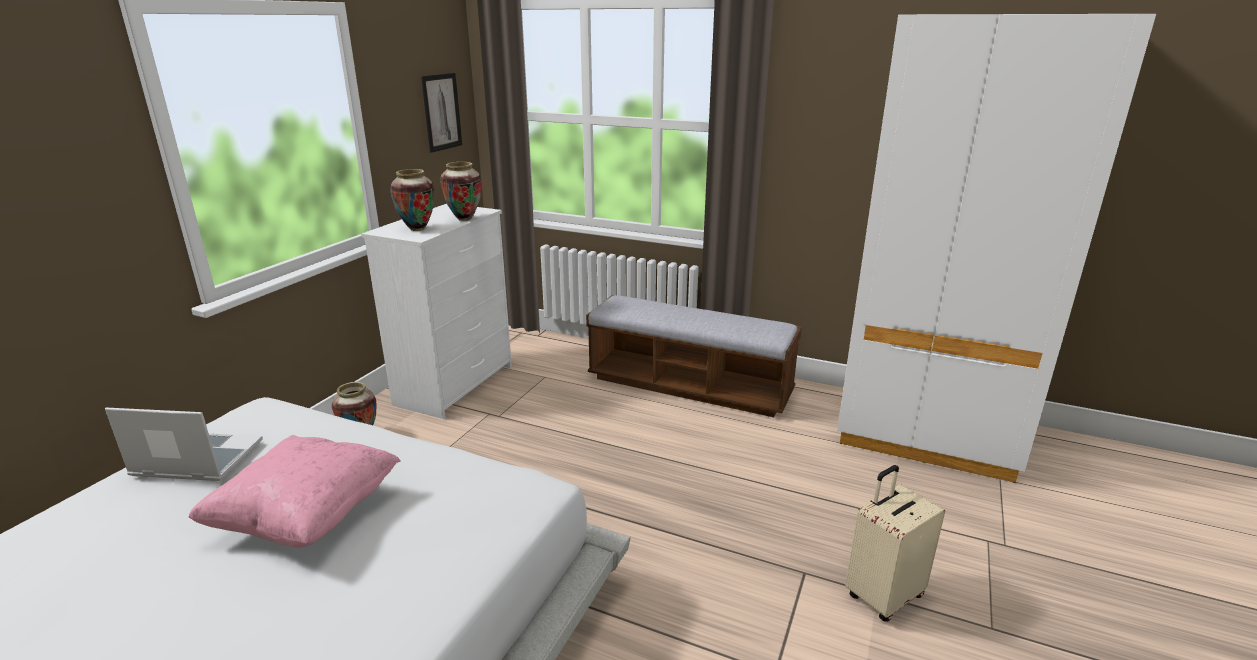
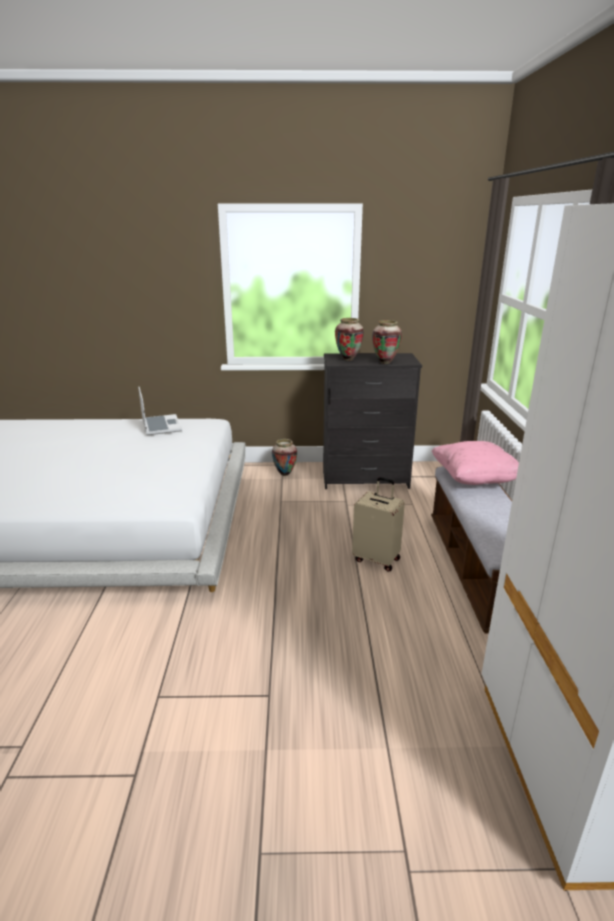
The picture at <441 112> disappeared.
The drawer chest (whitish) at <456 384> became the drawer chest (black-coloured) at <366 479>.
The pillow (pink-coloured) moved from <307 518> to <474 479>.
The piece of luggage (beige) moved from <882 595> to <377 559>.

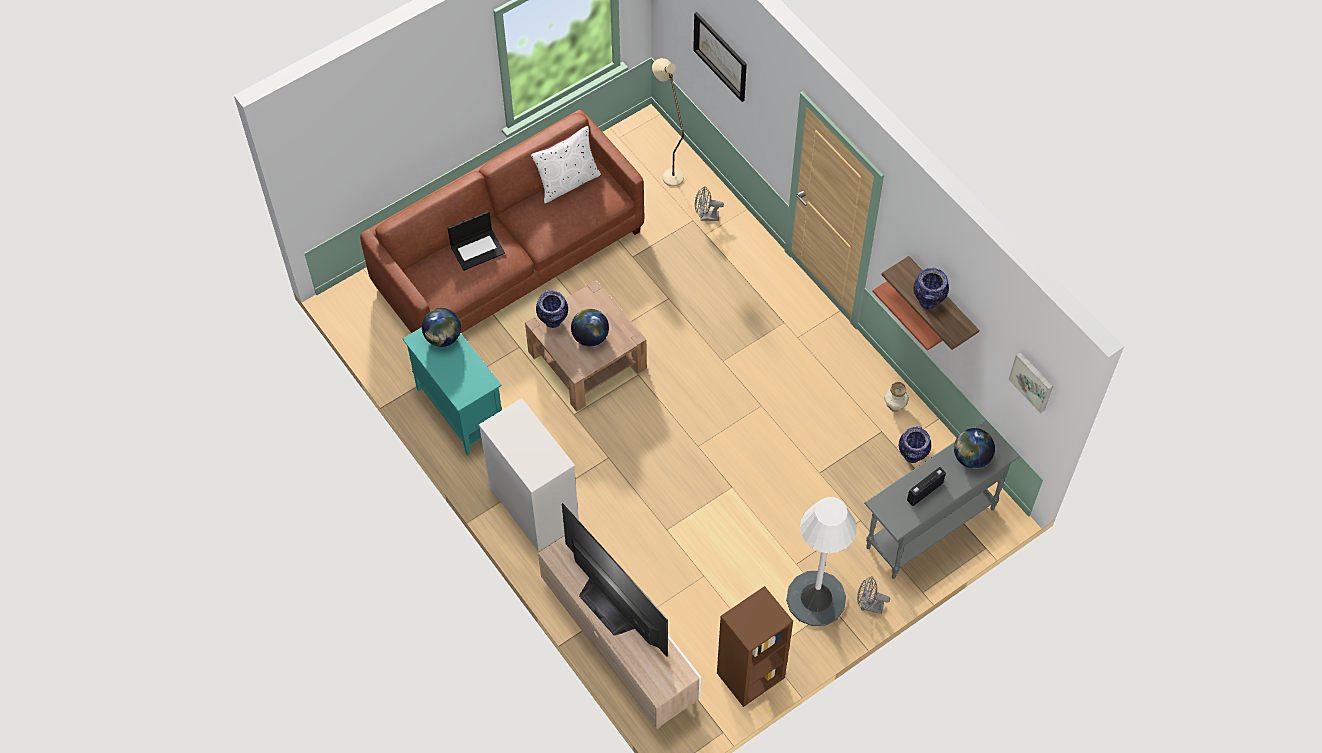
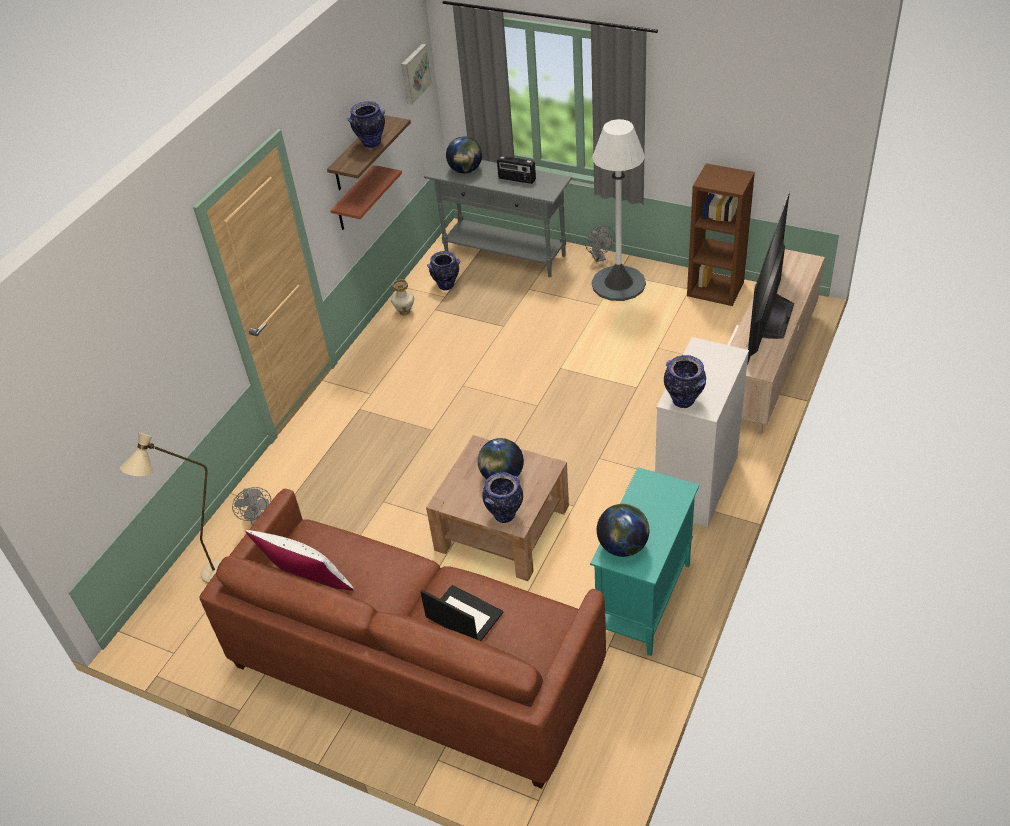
The picture at <720 56> disappeared.
The decorative vase at <684 401> appeared.

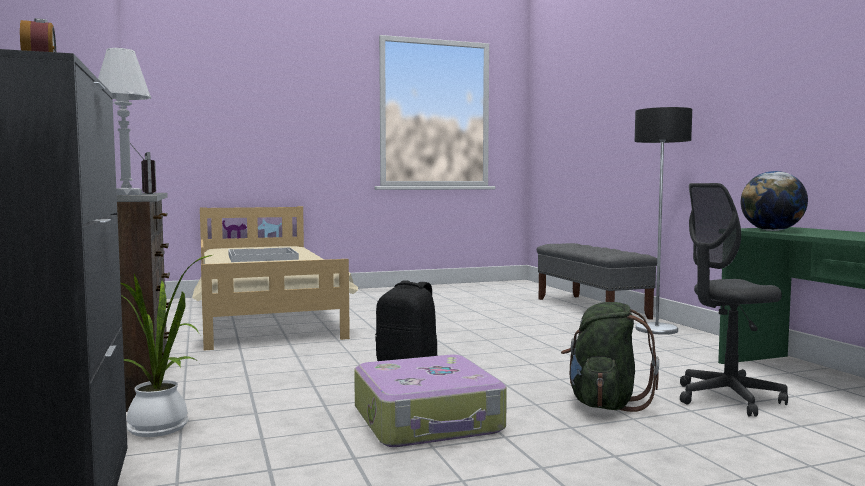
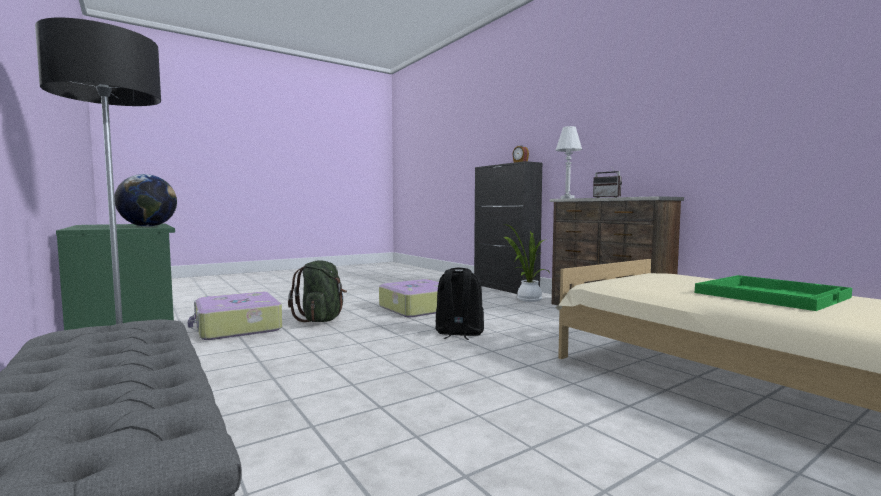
The desk chair (gray) at <727 399> was replaced by the piece of luggage at <237 327>.
The serving tray (whitish) at <262 257> became the serving tray (green-coloured) at <769 295>.

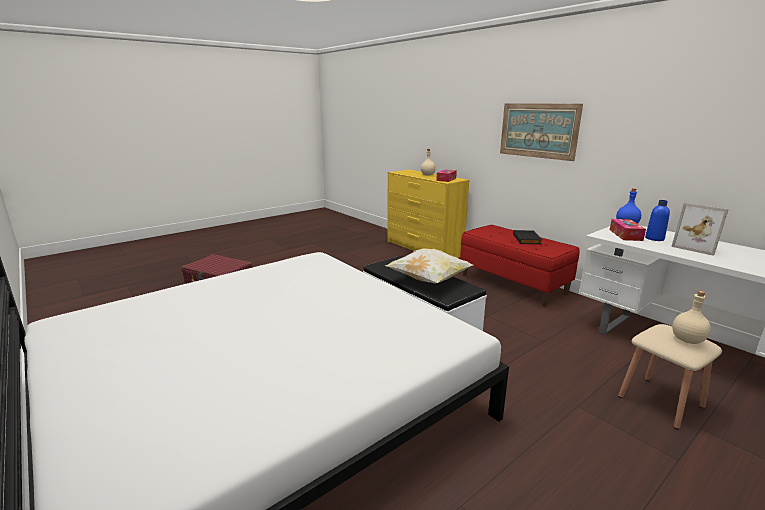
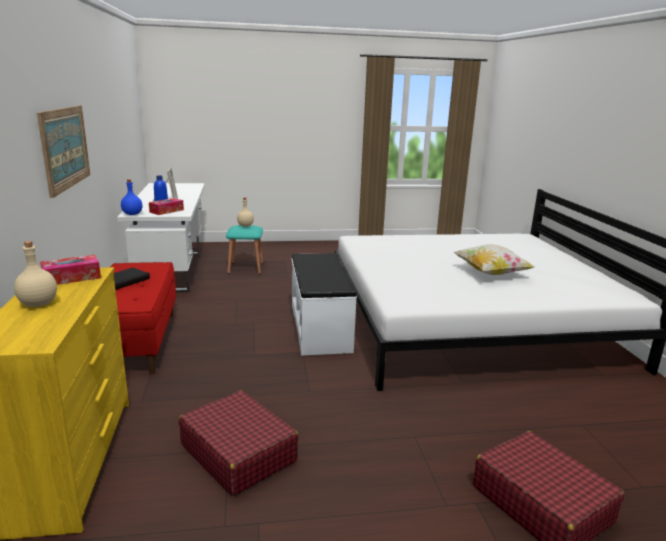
The pillow moved from <428 280> to <490 273>.
The stool seat (beige) at <660 401> became the stool seat (blue-green) at <245 268>.
The piece of luggage (red-coloured) at <238 453> appeared.

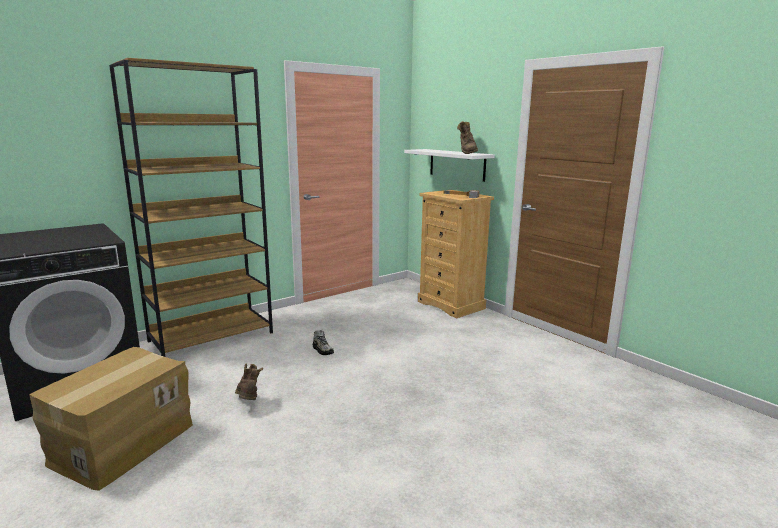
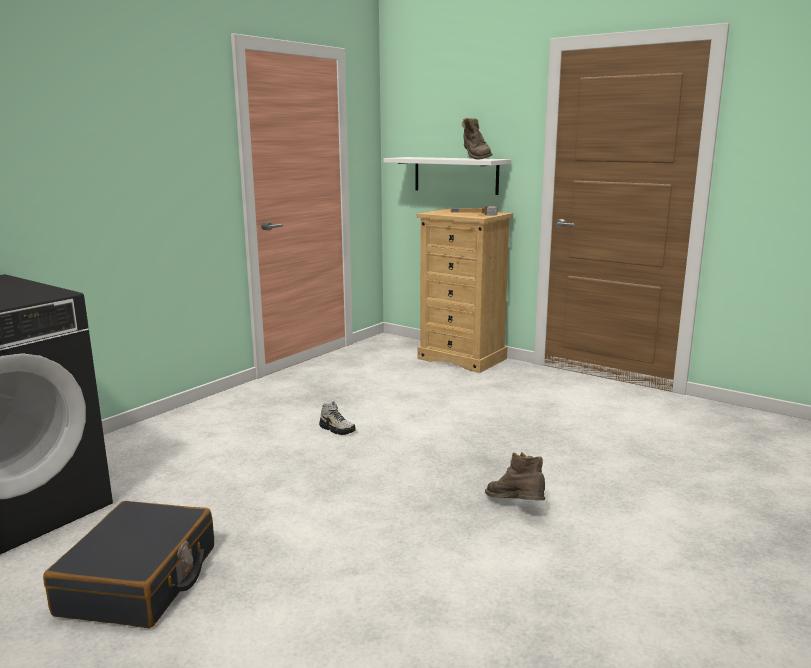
The bookshelf (brown) at <212 336> disappeared.
The packing box at <122 443> was replaced by the piece of luggage (black-coloured) at <140 580>.
The high-top boot (brown) moved from <248 402> to <515 507>.

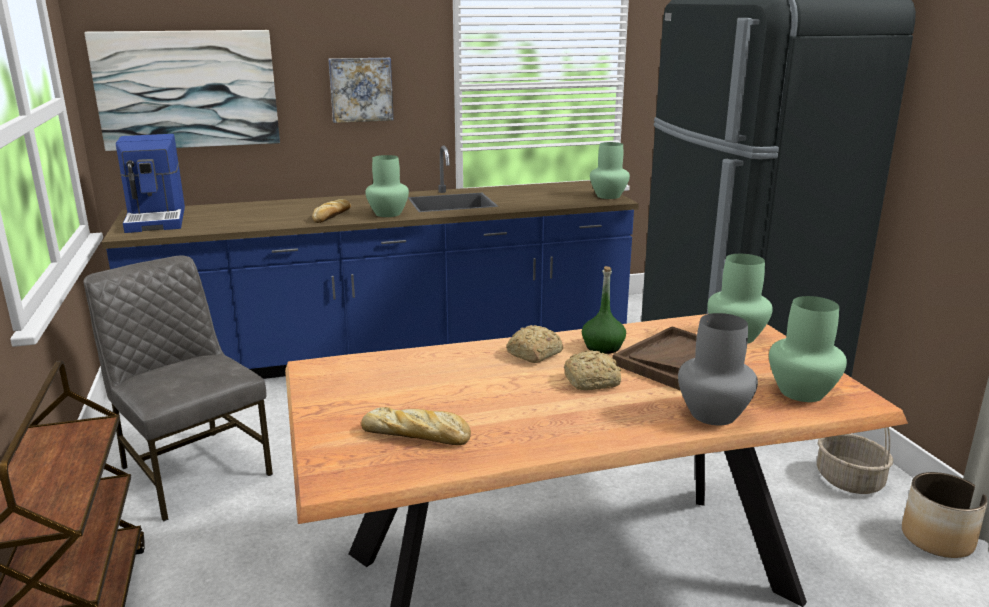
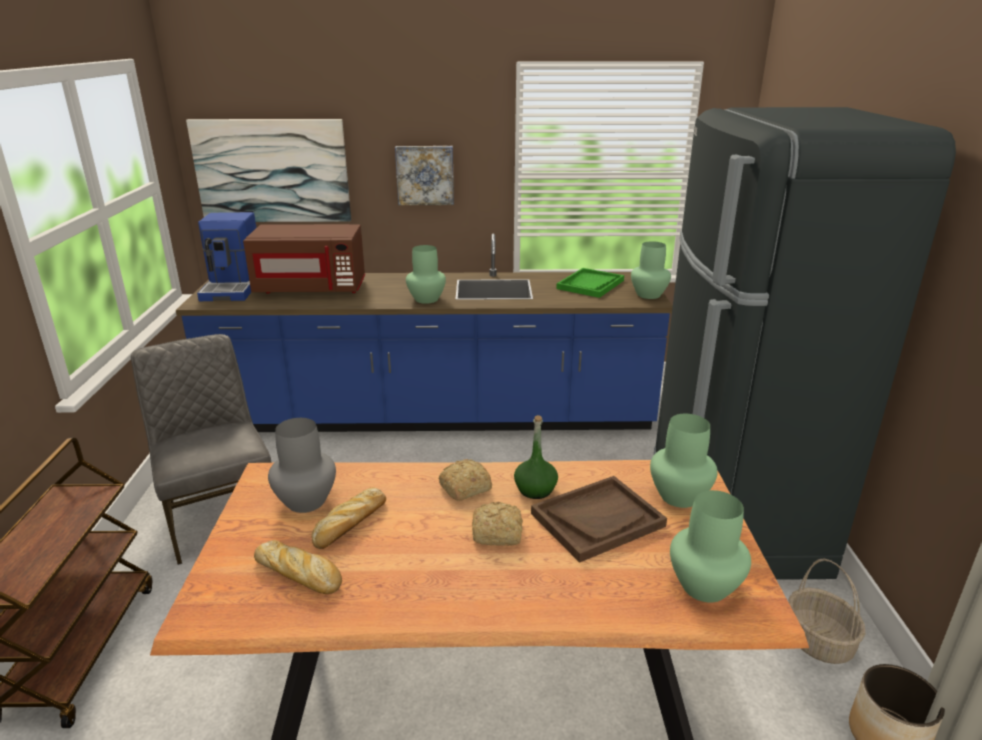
The bread moved from <332 216> to <350 524>.
The decorative vase (gray) moved from <714 415> to <306 502>.
The microwave (brown) at <311 288> appeared.
The serving tray (green-coloured) at <590 285> appeared.

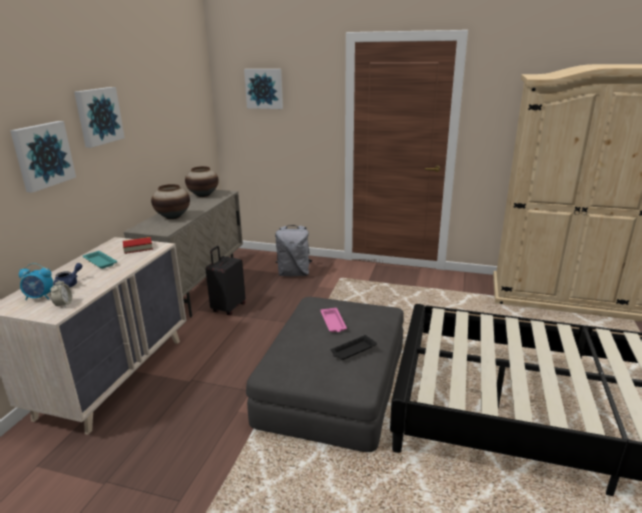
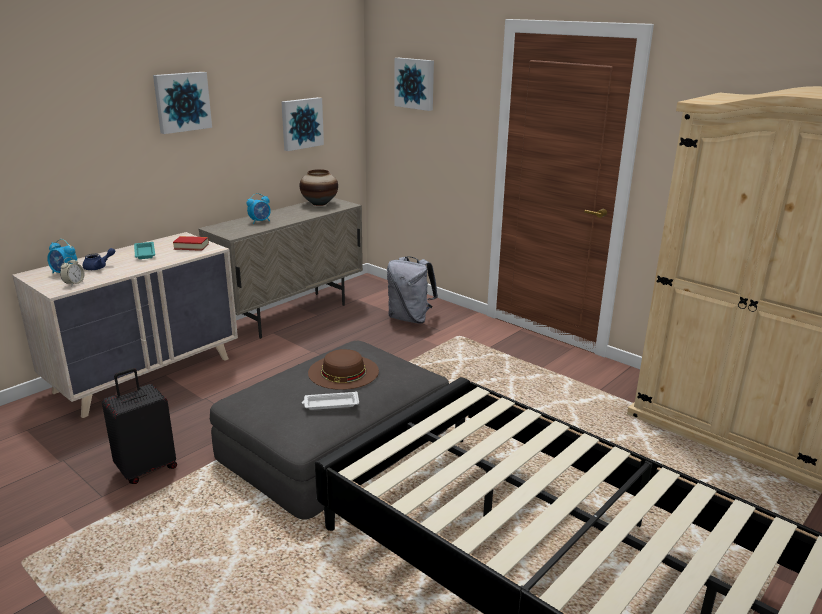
The picture moved from <42 155> to <301 123>.
The decorative vase at <173 217> was replaced by the bedside clock at <260 221>.
The piece of luggage (black-coloured) moved from <228 308> to <146 468>.
The serving tray (pink-coloured) at <333 323> was replaced by the clothing hat (brown) at <343 372>.
The serving tray (black-coloured) at <352 350> became the serving tray (whitish) at <330 404>.

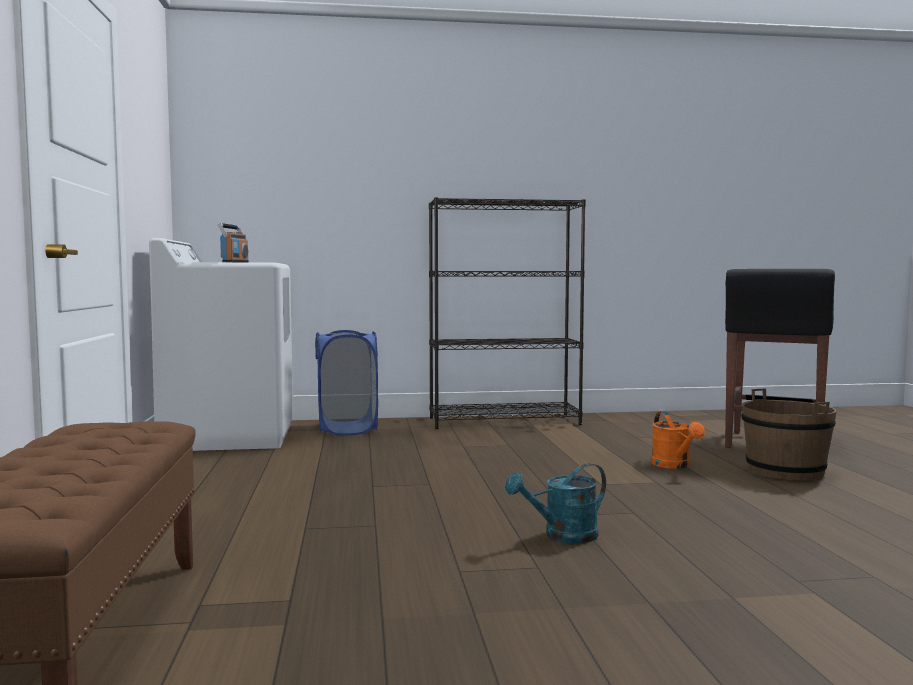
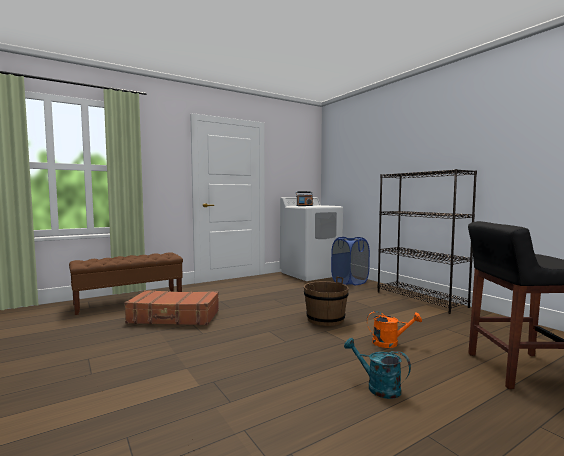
The water bucket (brown) moved from <785 471> to <325 319>.
The watering can (orangey) at <674 466> turned 135 degrees counterclockwise.
The watering can (blue-green) moved from <562 536> to <377 387>.
The piece of luggage (brown) at <174 317> appeared.

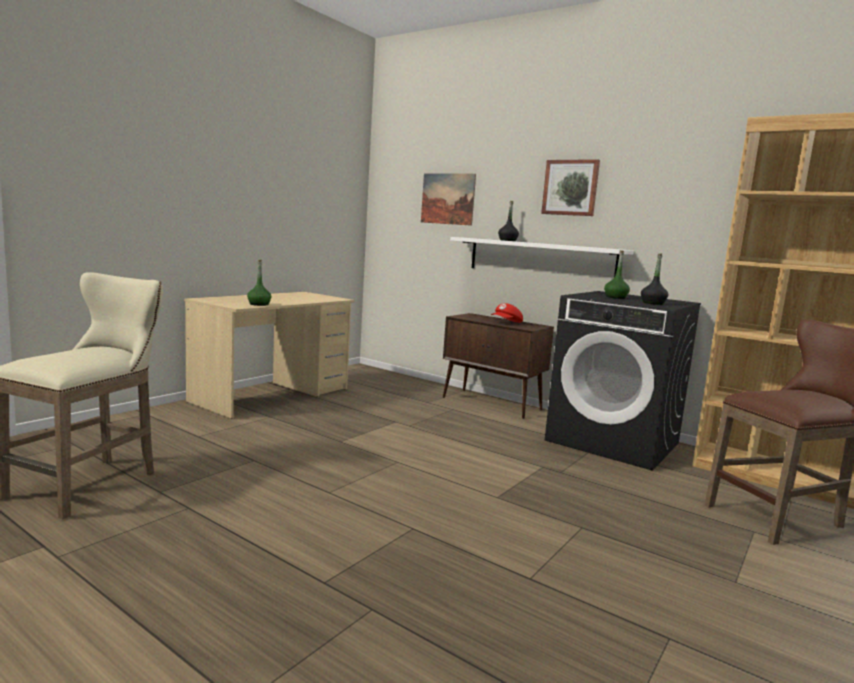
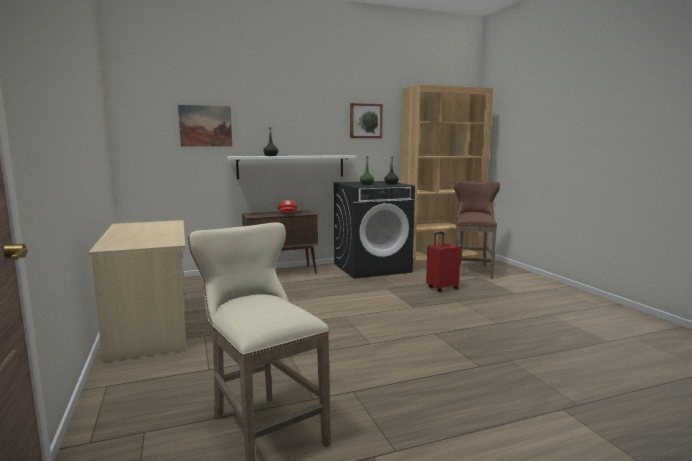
The picture moved from <570 187> to <365 121>.
The drink bottle (green-coloured) at <259 304> disappeared.
The piece of luggage (red-coloured) at <442 288> appeared.

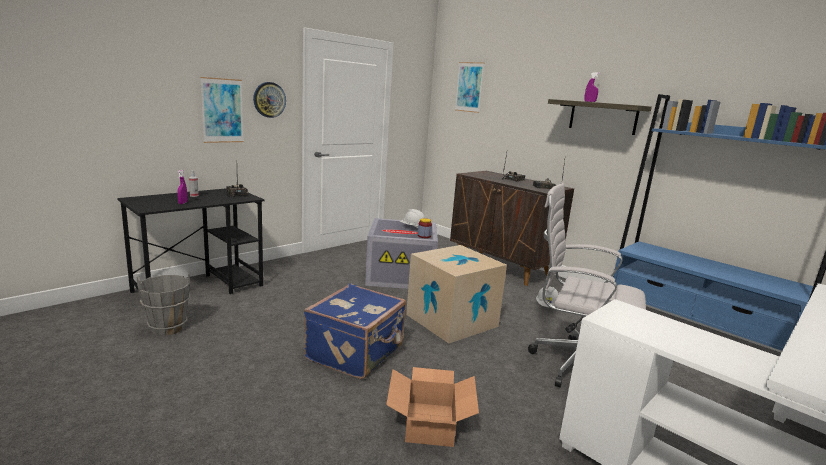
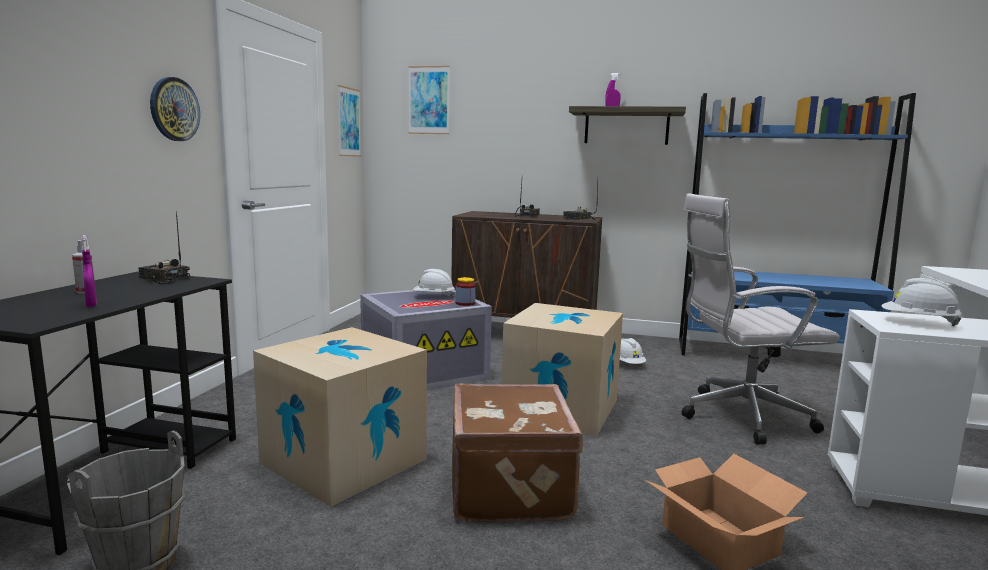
The picture moved from <222 110> to <349 122>.
The piece of luggage (blue-coloured) at <357 353> became the piece of luggage (brown) at <512 487>.
The safety helmet (whitish) at <918 323> appeared.
The packing box at <344 461> appeared.

